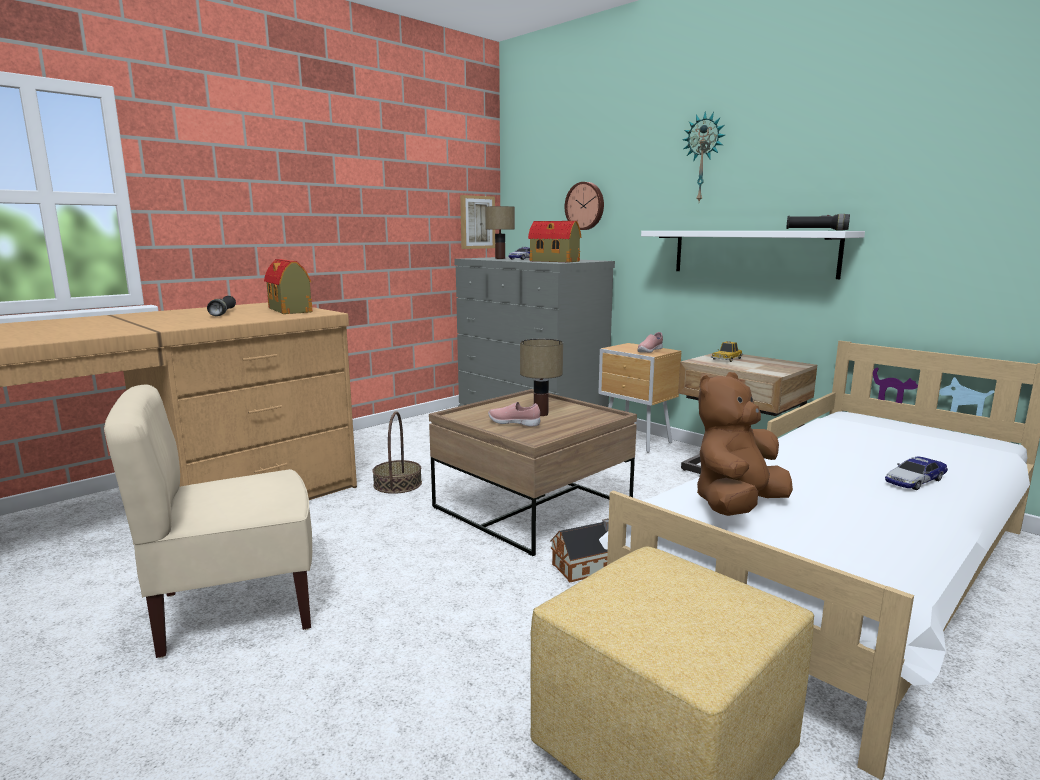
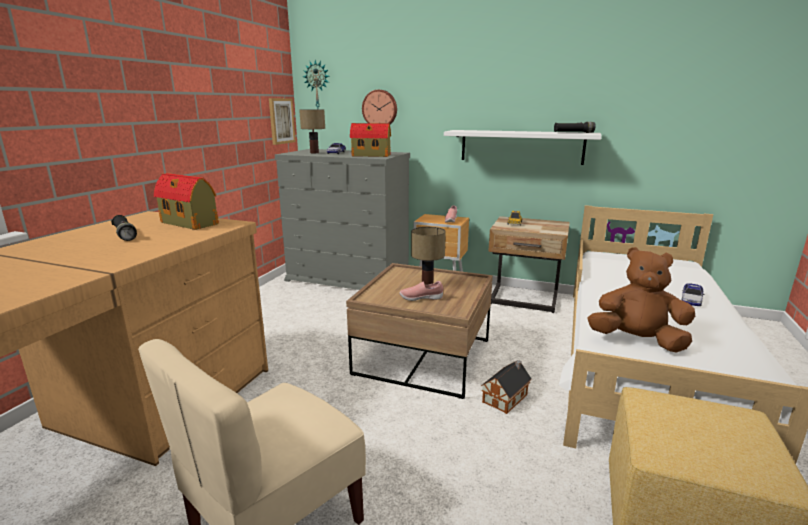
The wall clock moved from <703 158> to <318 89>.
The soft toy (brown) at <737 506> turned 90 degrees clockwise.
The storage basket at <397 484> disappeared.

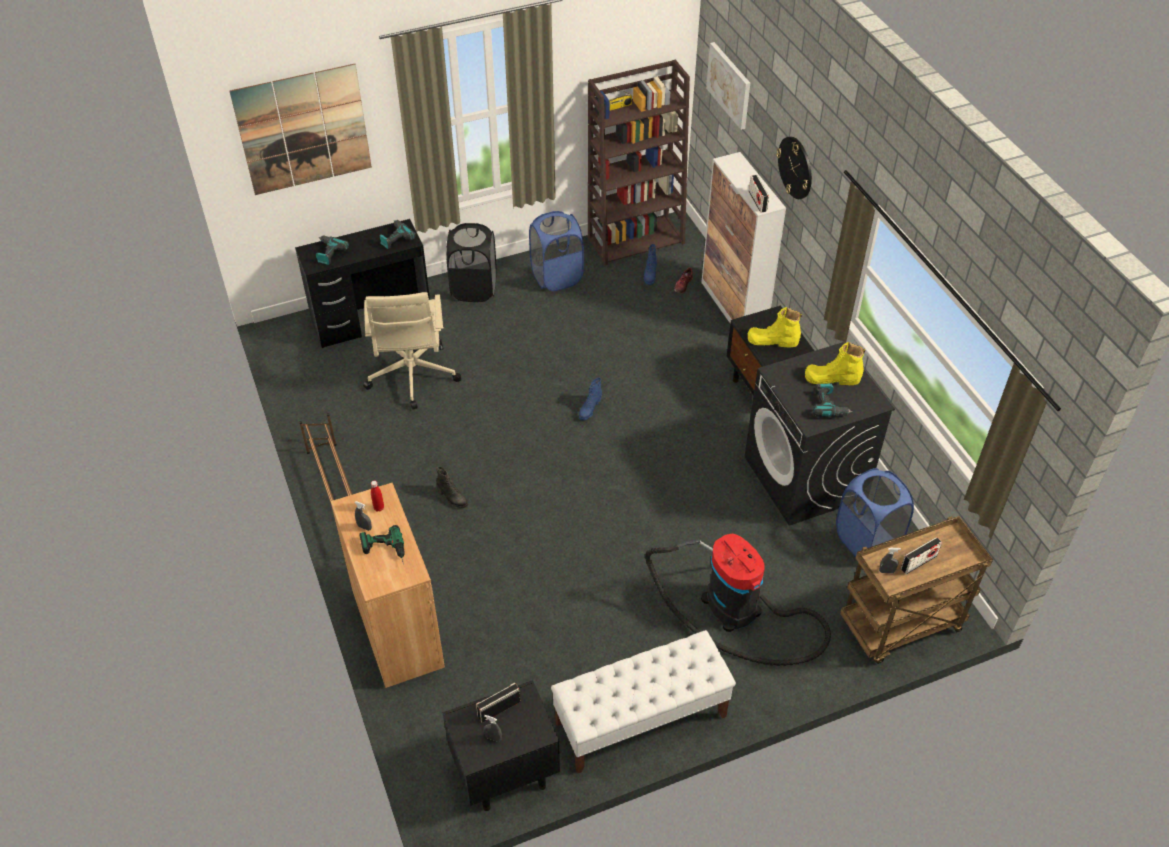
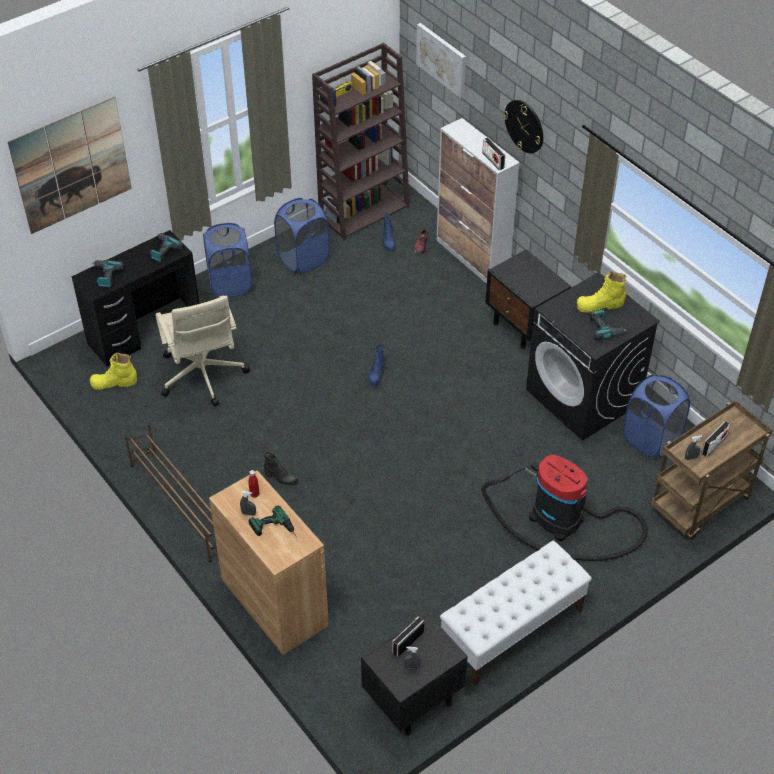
The hamper (black-coloured) at <474 289> became the hamper (blue-coloured) at <230 284>.
The high-top boot (yellowish) moved from <773 340> to <114 382>.

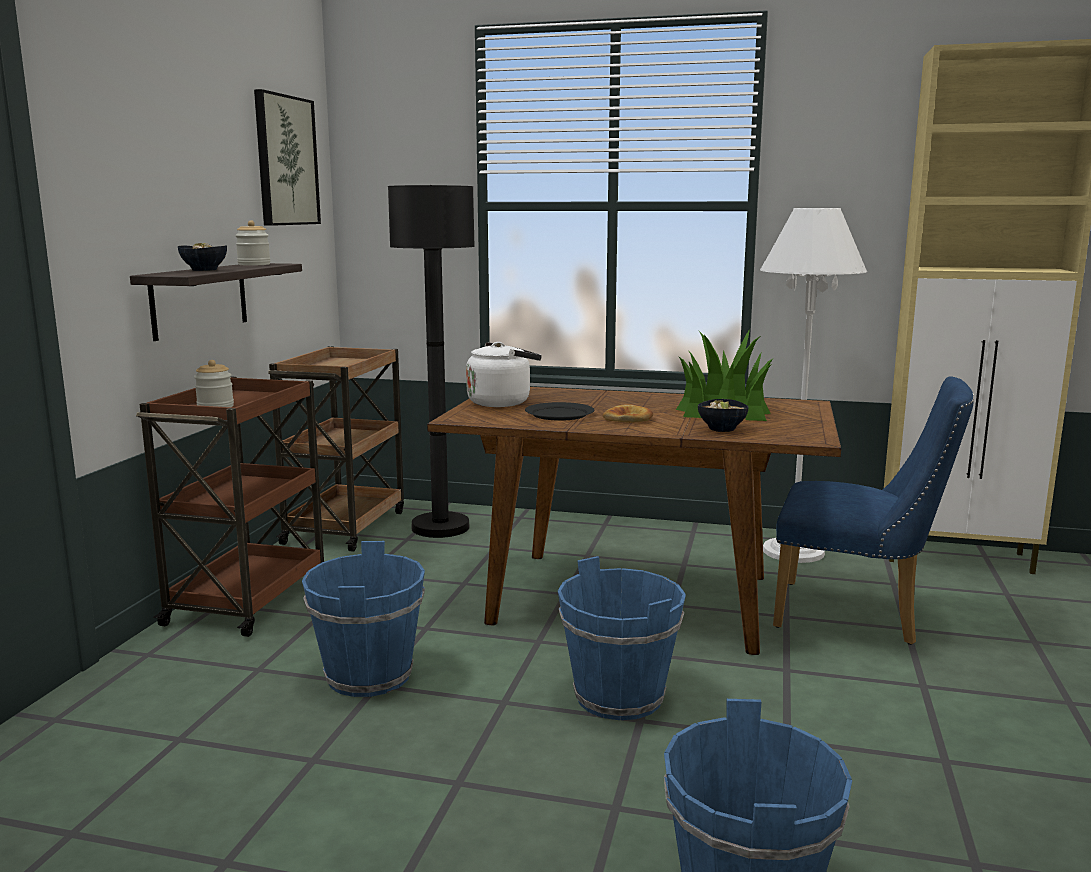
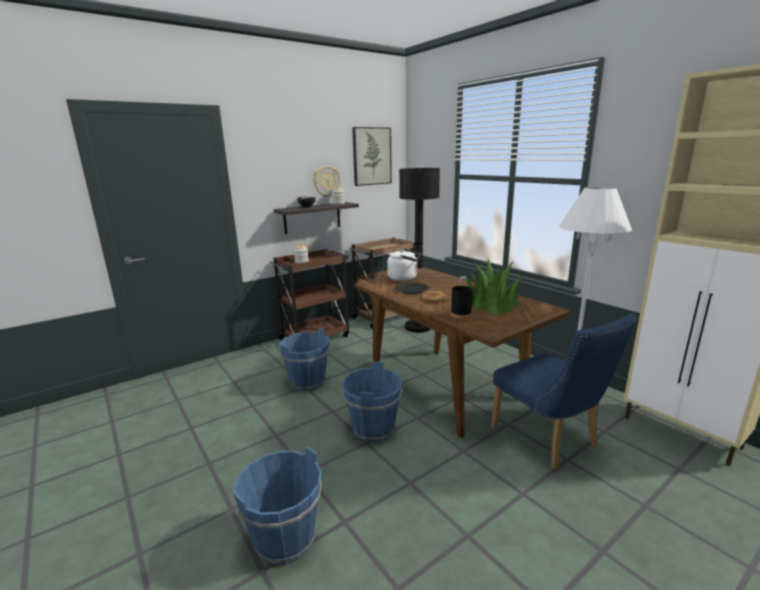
The serving bowl at <721 429> was replaced by the drink bottle (black-coloured) at <461 315>.
The wall clock at <326 181> appeared.

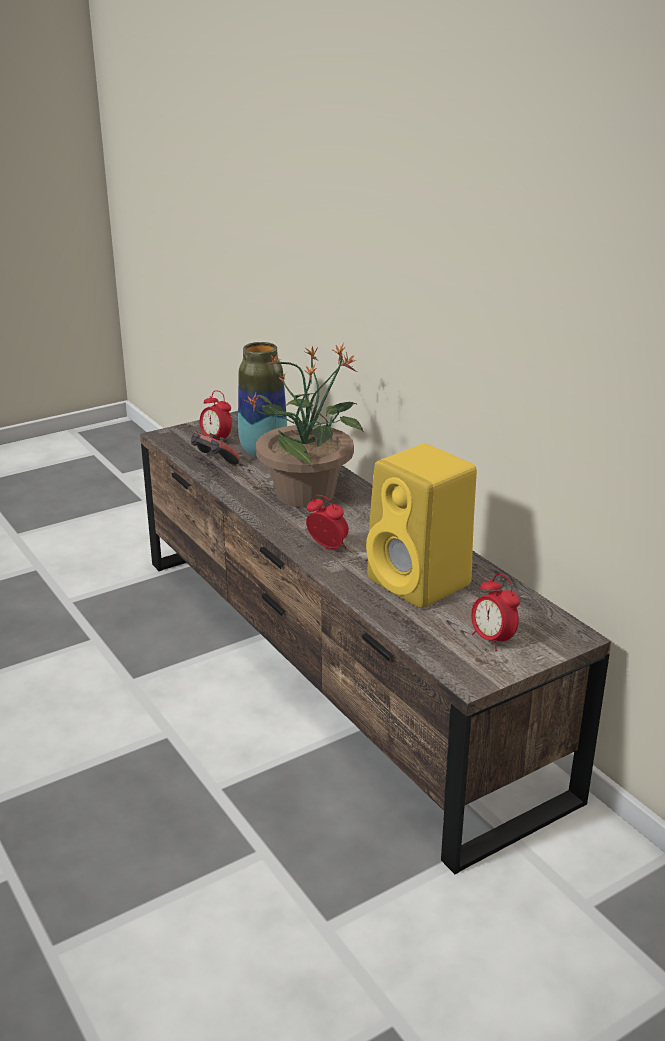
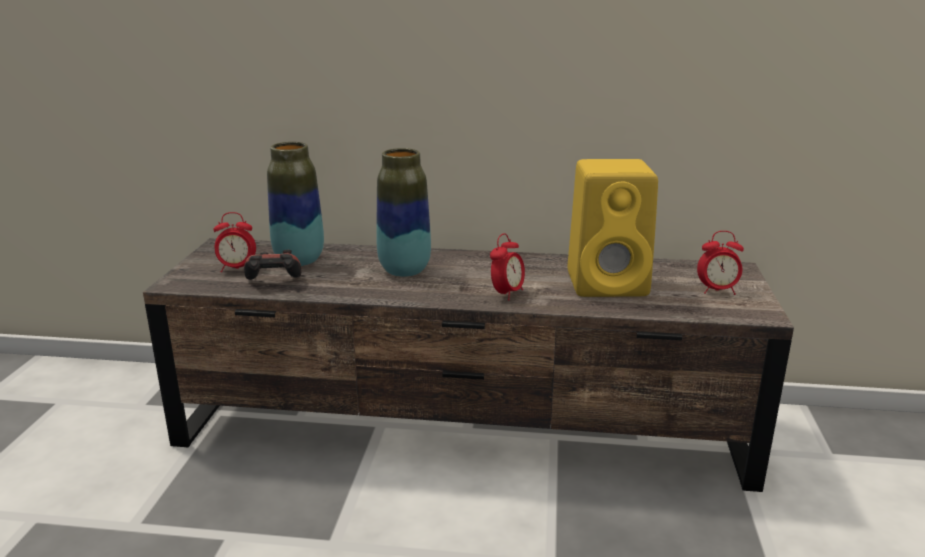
The plant in a pot at <307 493> was replaced by the decorative vase at <404 271>.
The bedside clock at <327 548> turned 135 degrees clockwise.

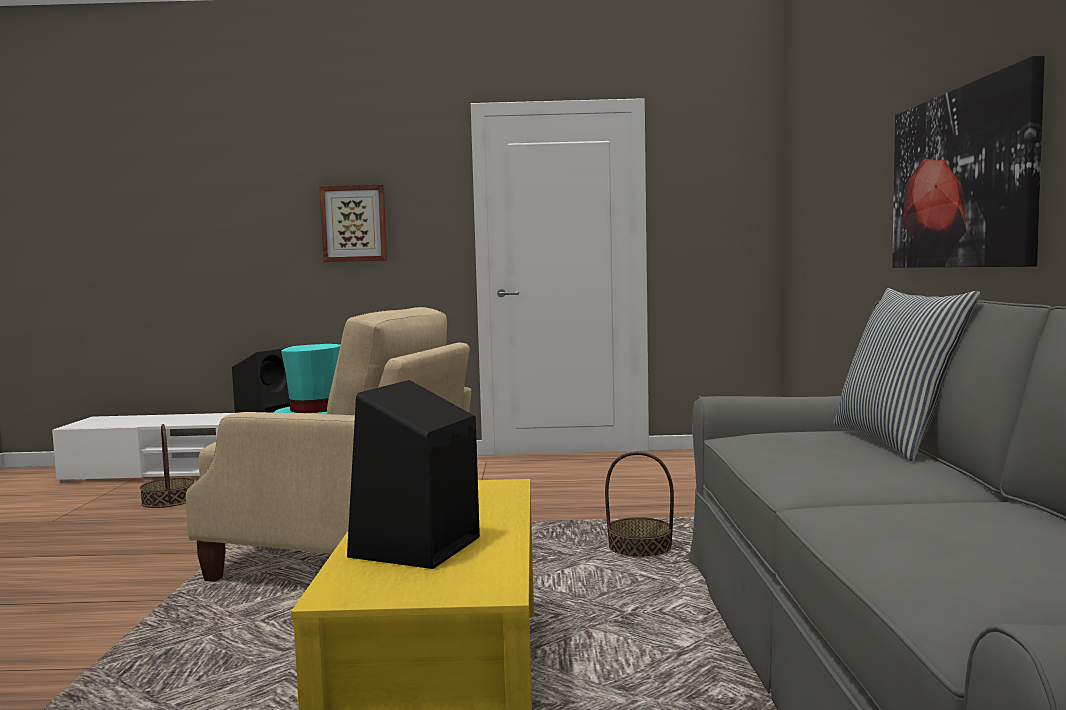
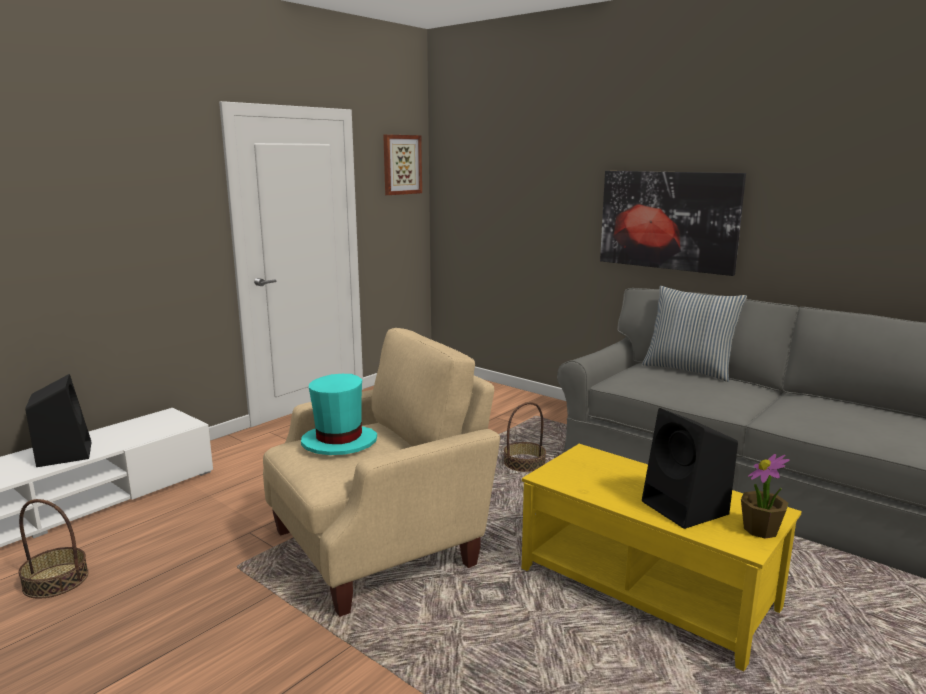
The picture moved from <354 223> to <401 164>.
The plant in a pot at <761 530> appeared.

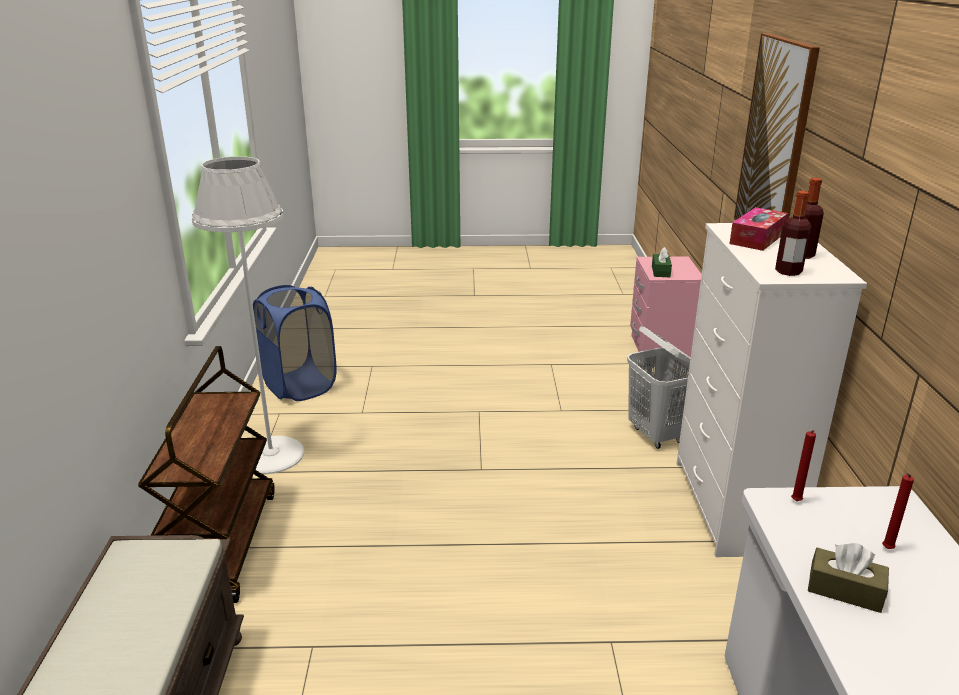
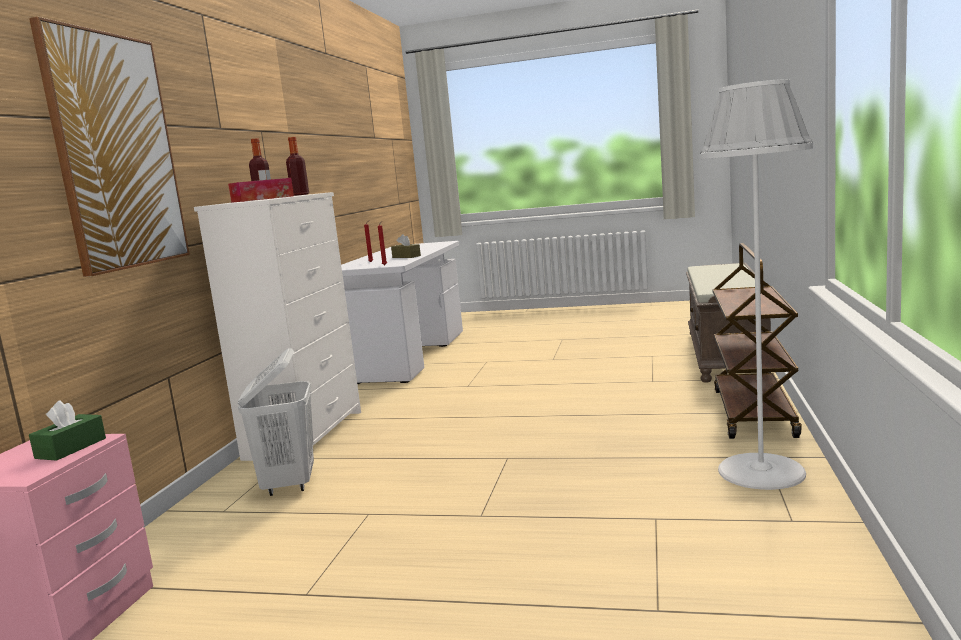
The hamper (blue-coloured) at <299 386> disappeared.

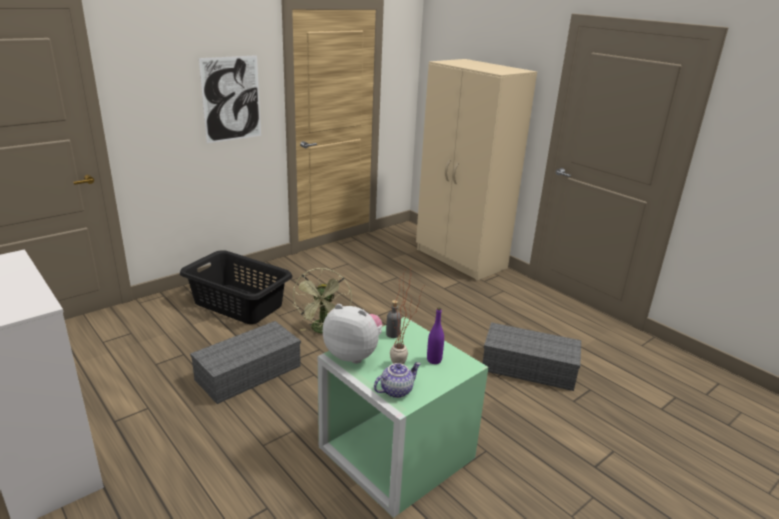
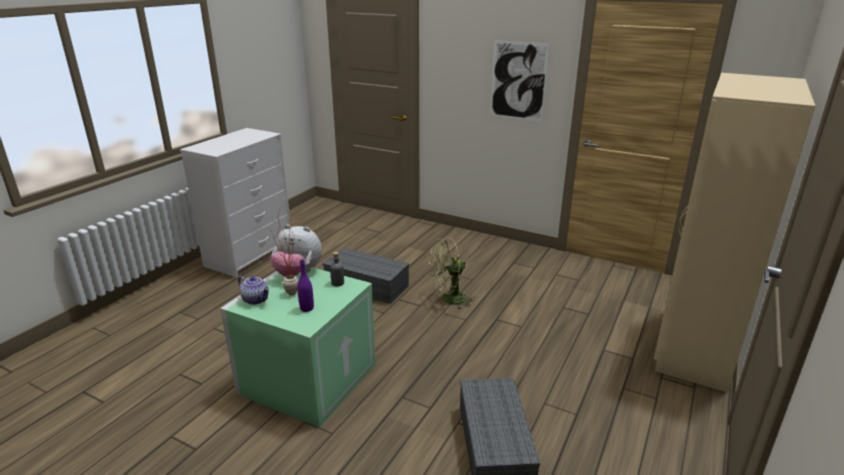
The hamper (black-coloured) at <238 303> disappeared.
The soft toy at <353 354> turned 105 degrees clockwise.

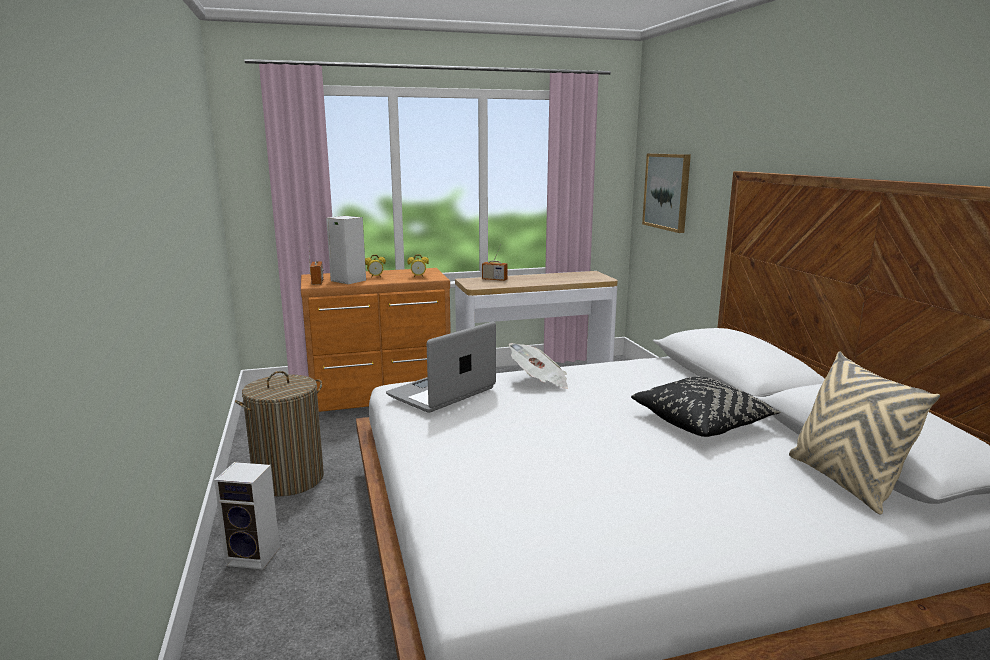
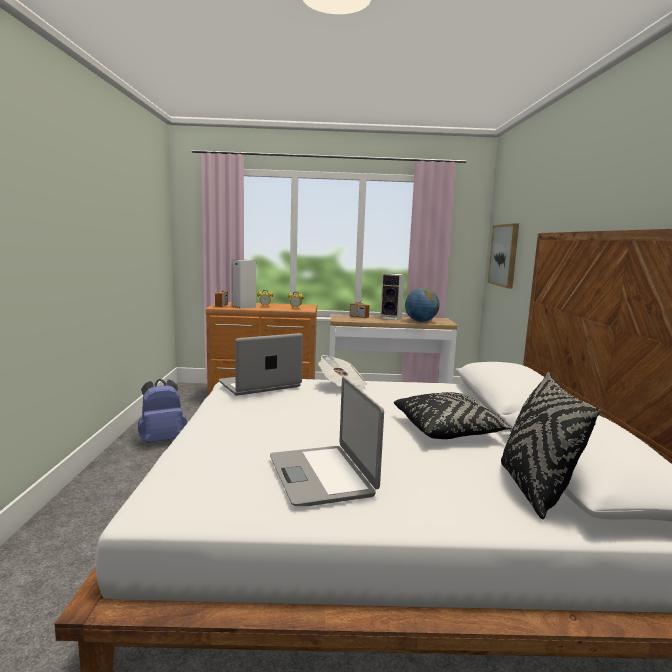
The pillow (beige) at <844 482> became the pillow (black-coloured) at <534 490>.
The hamper at <289 479> was replaced by the rucksack (blue-coloured) at <162 440>.
The audio speaker moved from <255 556> to <392 318>.
The globe at <420 321> appeared.
The laptop at <322 475> appeared.

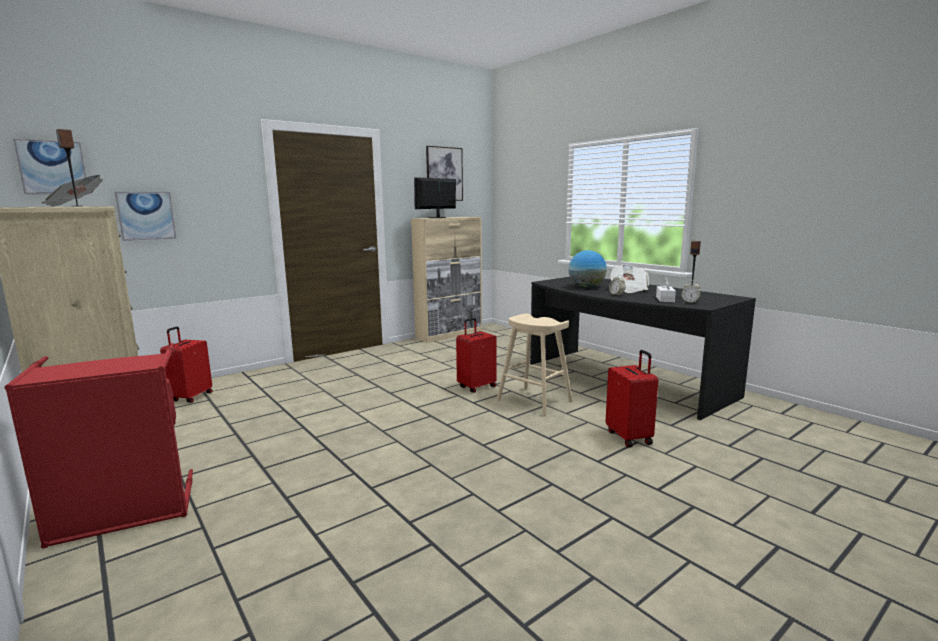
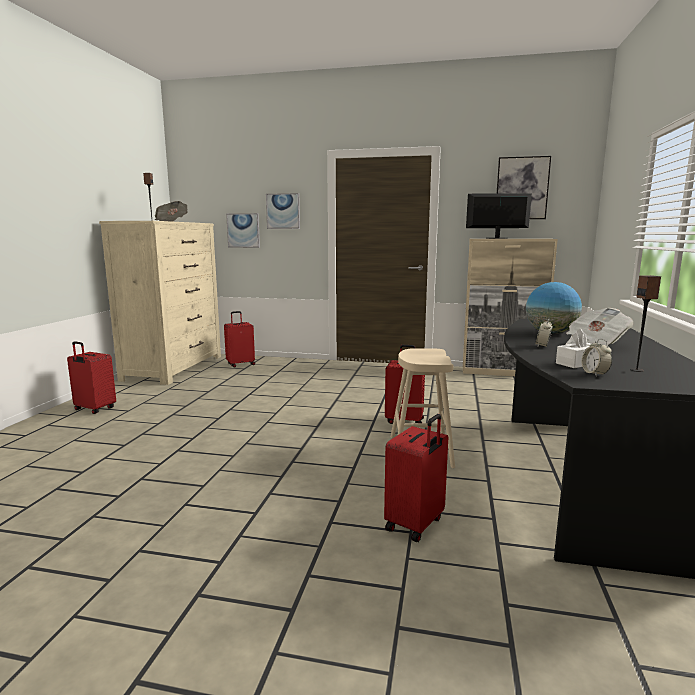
The picture moved from <52 167> to <283 211>.
The hamper (red-coloured) at <124 514> was replaced by the piece of luggage (red-coloured) at <94 409>.

